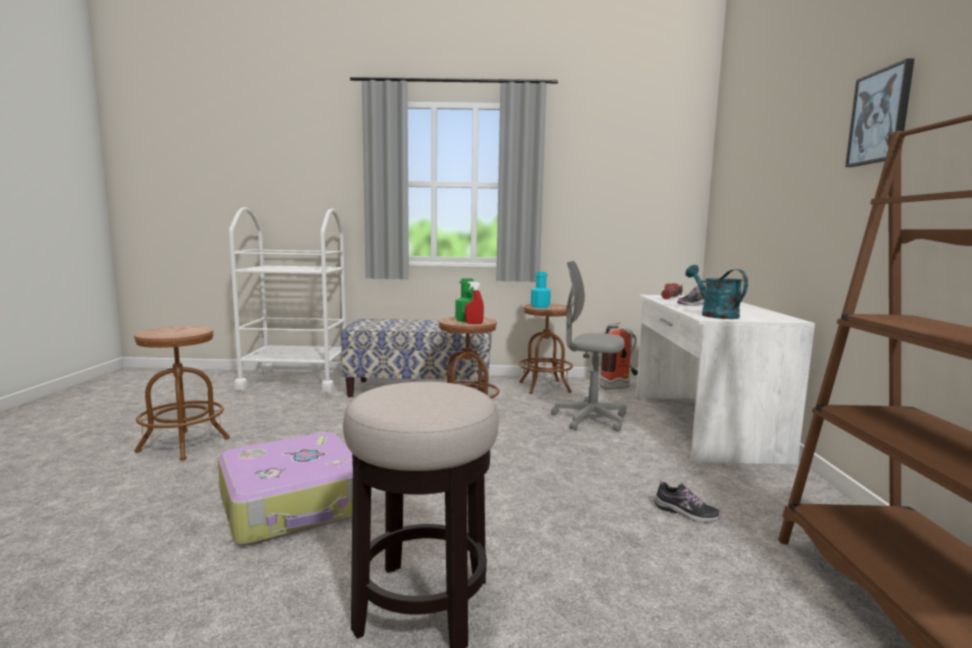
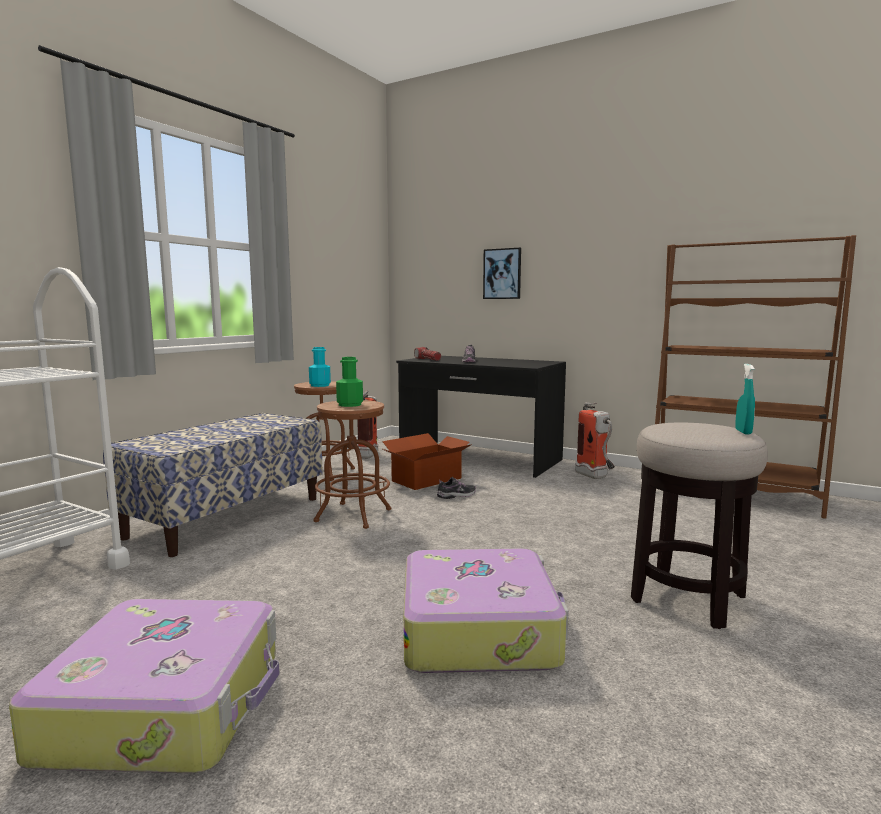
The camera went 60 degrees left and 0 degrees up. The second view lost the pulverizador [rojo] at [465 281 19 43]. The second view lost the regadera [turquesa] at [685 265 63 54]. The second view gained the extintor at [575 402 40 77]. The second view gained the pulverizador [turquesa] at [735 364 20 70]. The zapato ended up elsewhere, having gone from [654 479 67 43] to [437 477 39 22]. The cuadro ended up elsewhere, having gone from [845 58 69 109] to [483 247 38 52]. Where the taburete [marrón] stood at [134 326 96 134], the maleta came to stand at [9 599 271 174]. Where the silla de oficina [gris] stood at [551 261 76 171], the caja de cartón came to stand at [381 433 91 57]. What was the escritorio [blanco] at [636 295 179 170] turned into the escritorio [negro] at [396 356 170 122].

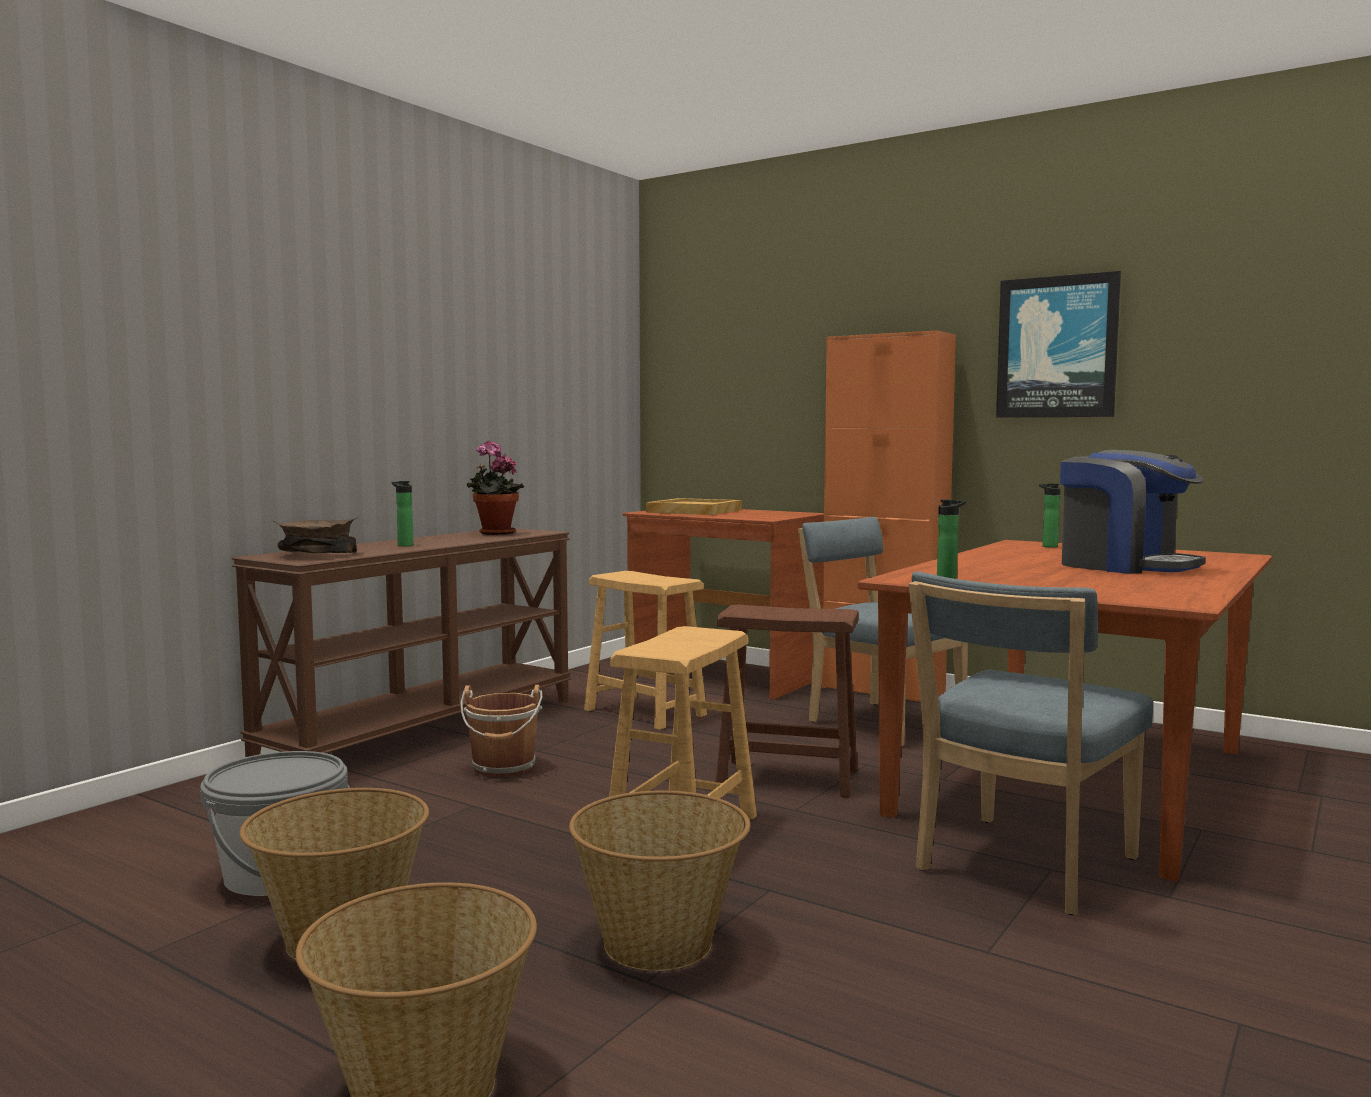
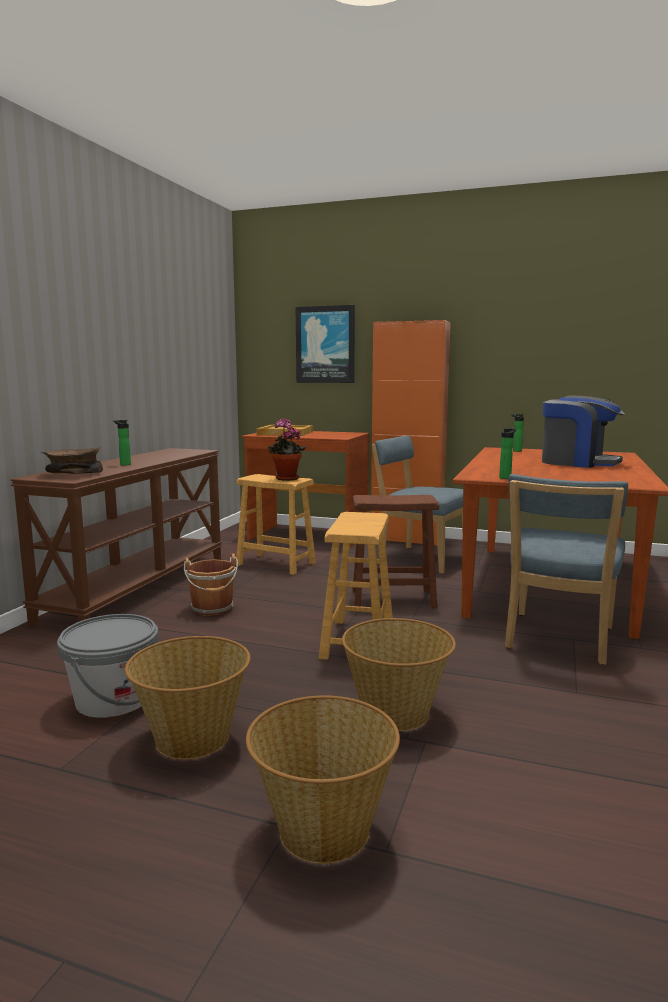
The camera went 15 degrees left and 5 degrees up. The planta en maceta ended up elsewhere, having gone from [467 440 57 95] to [268 418 38 63]. The cuadro ended up elsewhere, having gone from [996 271 125 147] to [296 305 59 78].

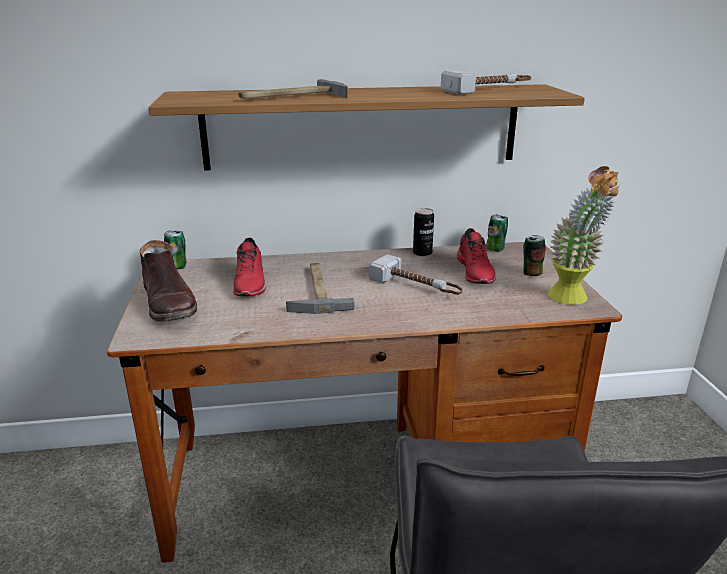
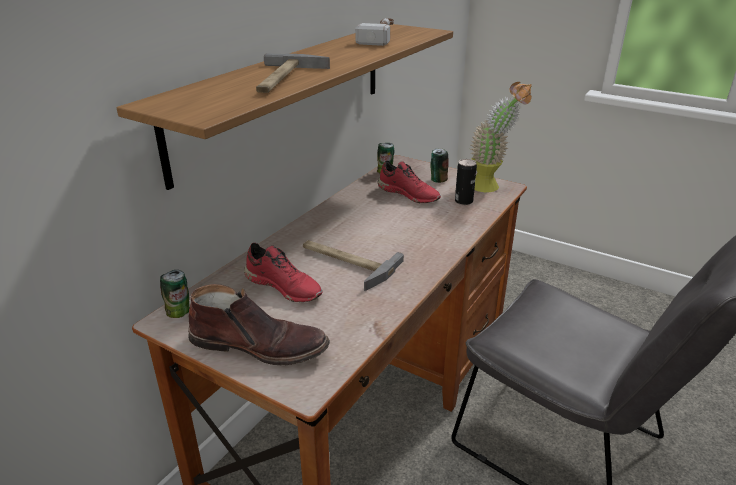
The camera went 50 degrees left and 5 degrees up. The second view lost the martillo at [369 254 94 41]. The lata ended up elsewhere, having gone from [413 208 21 49] to [455 159 22 46].

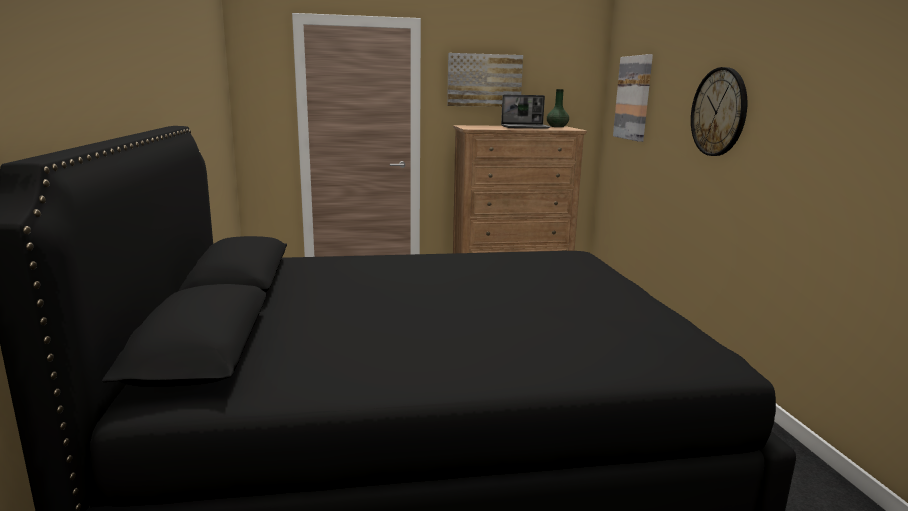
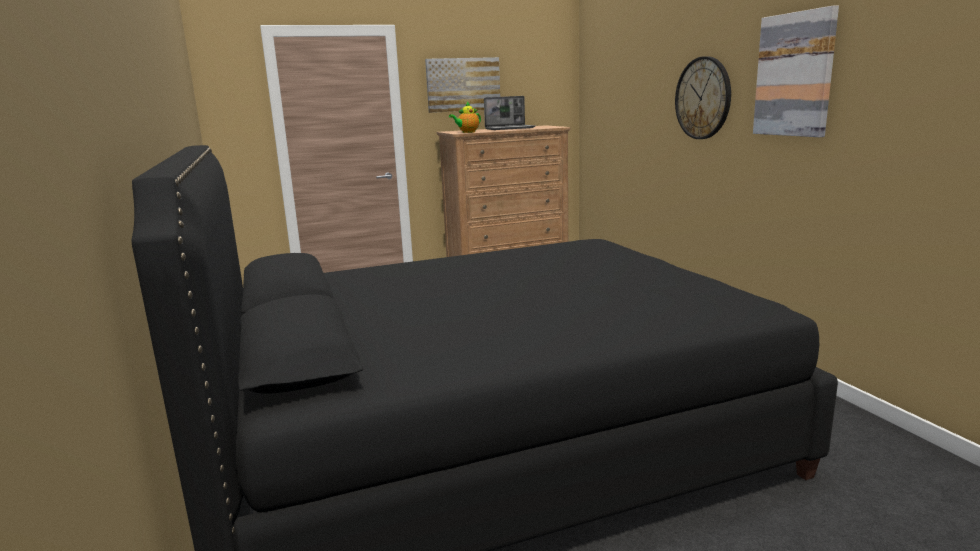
The camera went 10 degrees left and 0 degrees up. The second view lost the florero [verde] at [547 89 22 38]. The second view gained the tetera at [449 102 32 31]. The cuadro ended up elsewhere, having gone from [613 54 40 88] to [753 5 86 132].

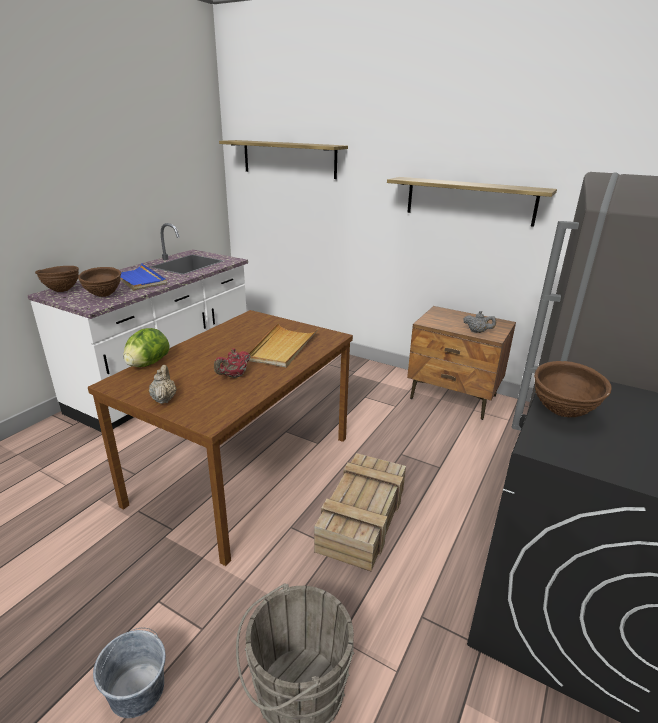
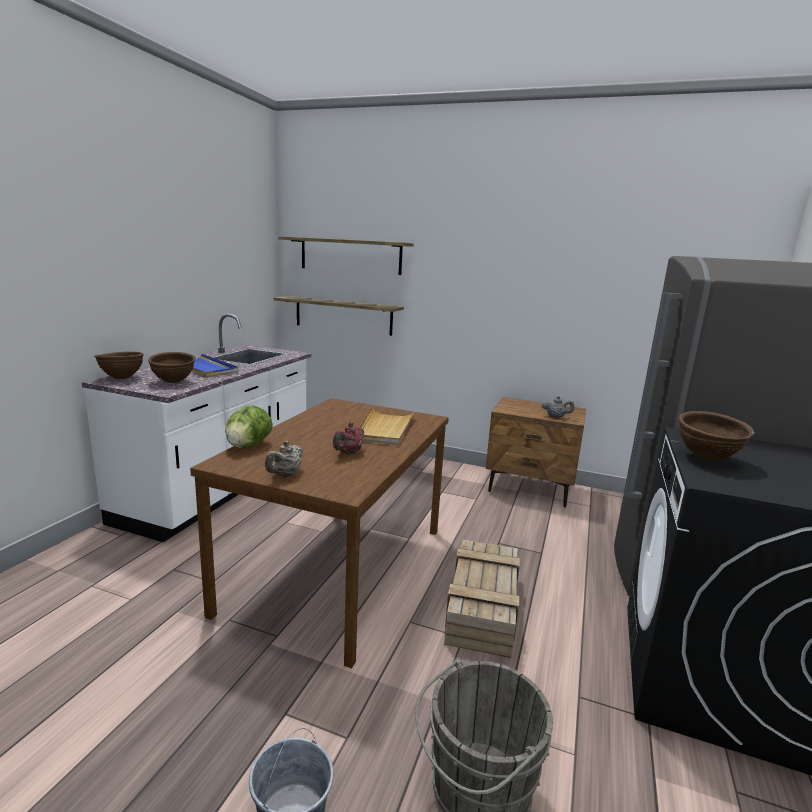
The camera went 10 degrees left and 10 degrees down. The estante ended up elsewhere, having gone from [387 177 170 50] to [274 296 130 40]. The tetera [beis] at [149 365 28 39] ended up facing another way, 135 degrees counterclockwise from before.

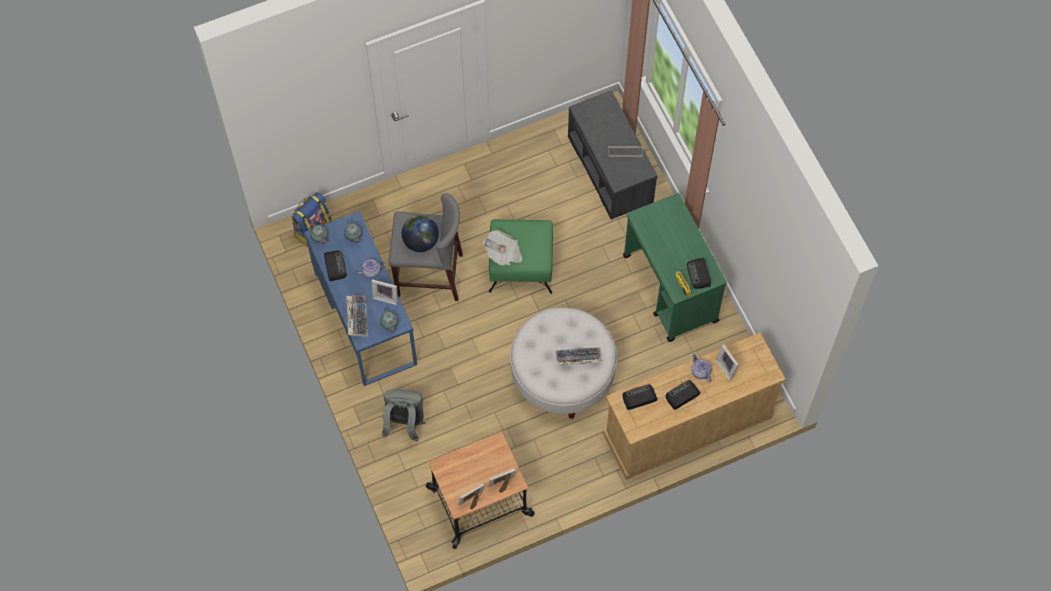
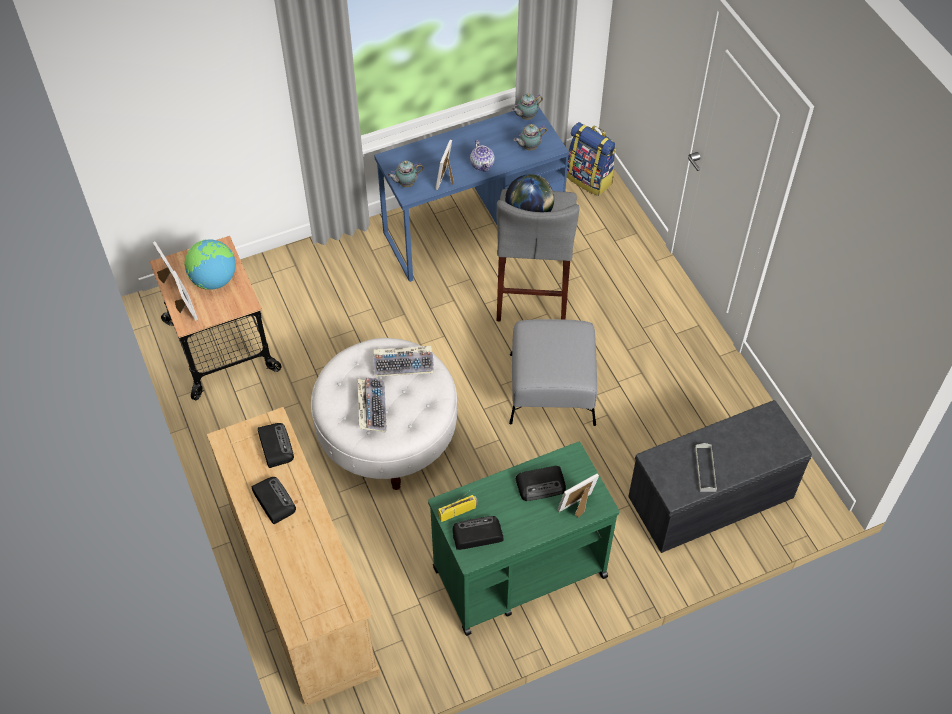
The camera went 90 degrees right and 10 degrees down. The second view lost the mochila [gris] at [382 388 43 54]. The second view lost the periódico at [483 230 39 36]. The second view lost the tetera at [691 353 20 29]. The second view gained the globo terráqueo at [185 240 51 50]. The radio ended up elsewhere, having gone from [324 251 23 30] to [516 466 50 35]. The teclado ended up elsewhere, having gone from [346 295 22 42] to [373 346 61 31]. The portarretratos ended up elsewhere, having gone from [715 344 24 36] to [558 474 41 44]. What was the puf [verde] at [489 219 64 75] turned into the puf [gris] at [509 319 88 107].

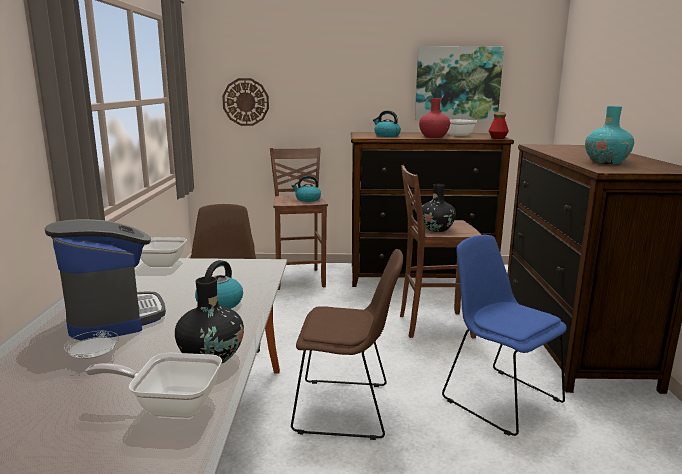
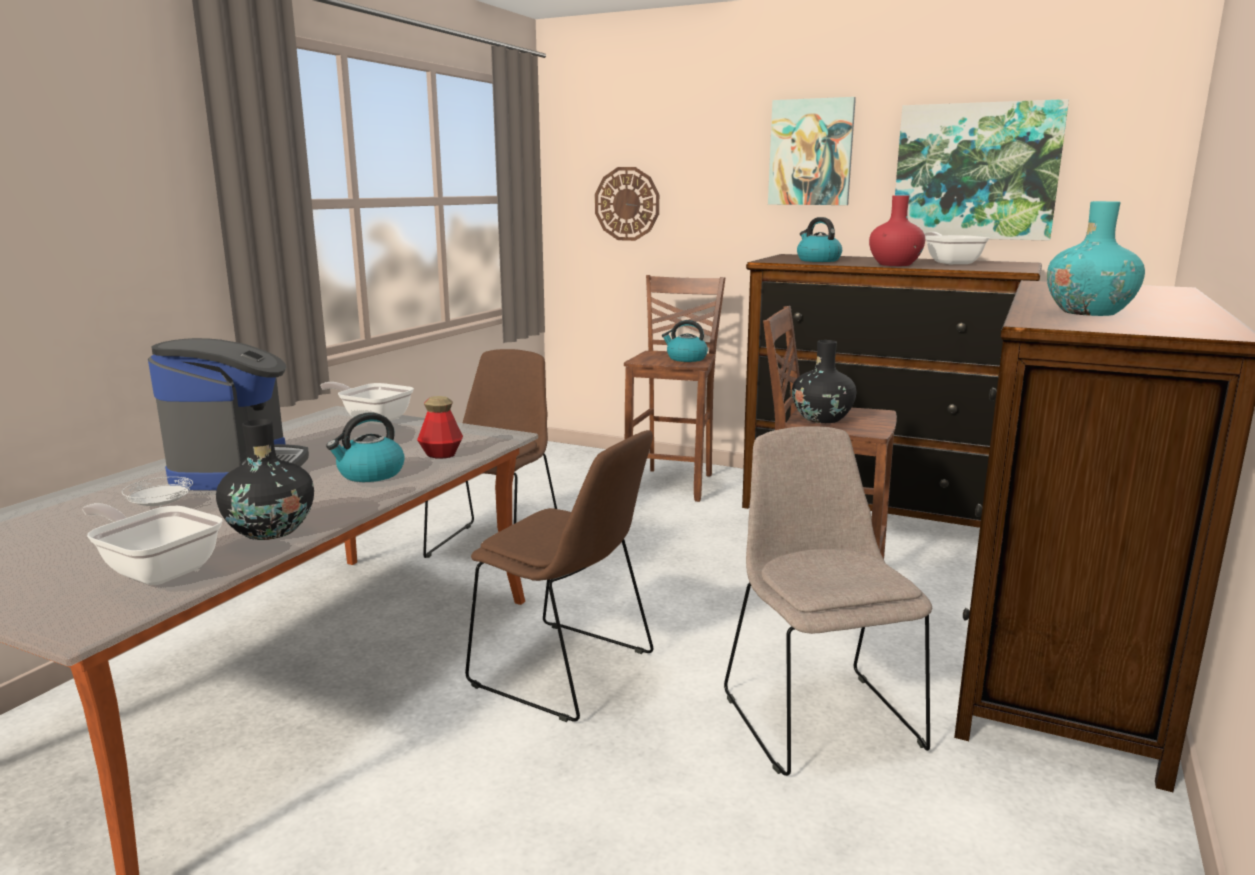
The camera went 25 degrees right and 0 degrees up. The second view gained the cuadro at [768 97 88 108]. The botella ended up elsewhere, having gone from [488 112 21 27] to [417 396 46 62]. What was the silla [azul] at [442 235 125 201] turned into the silla [beis] at [724 426 208 350].

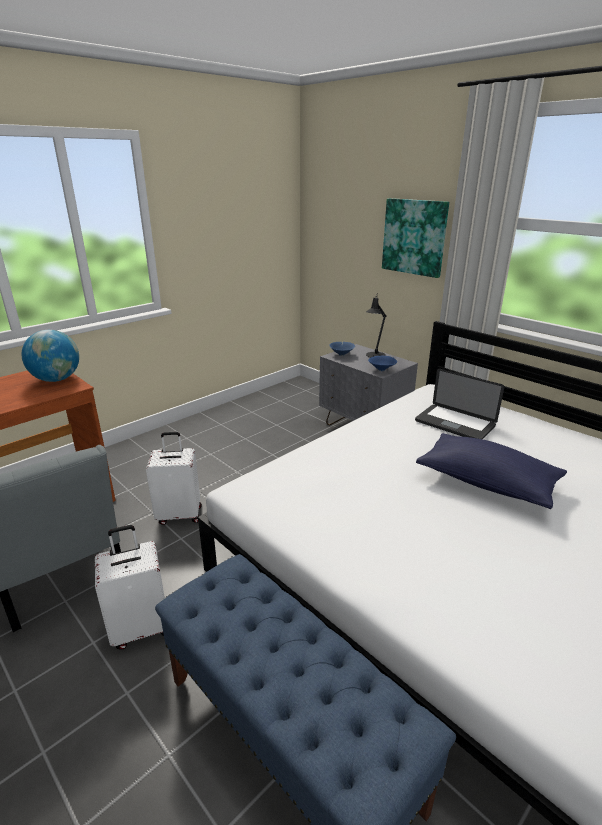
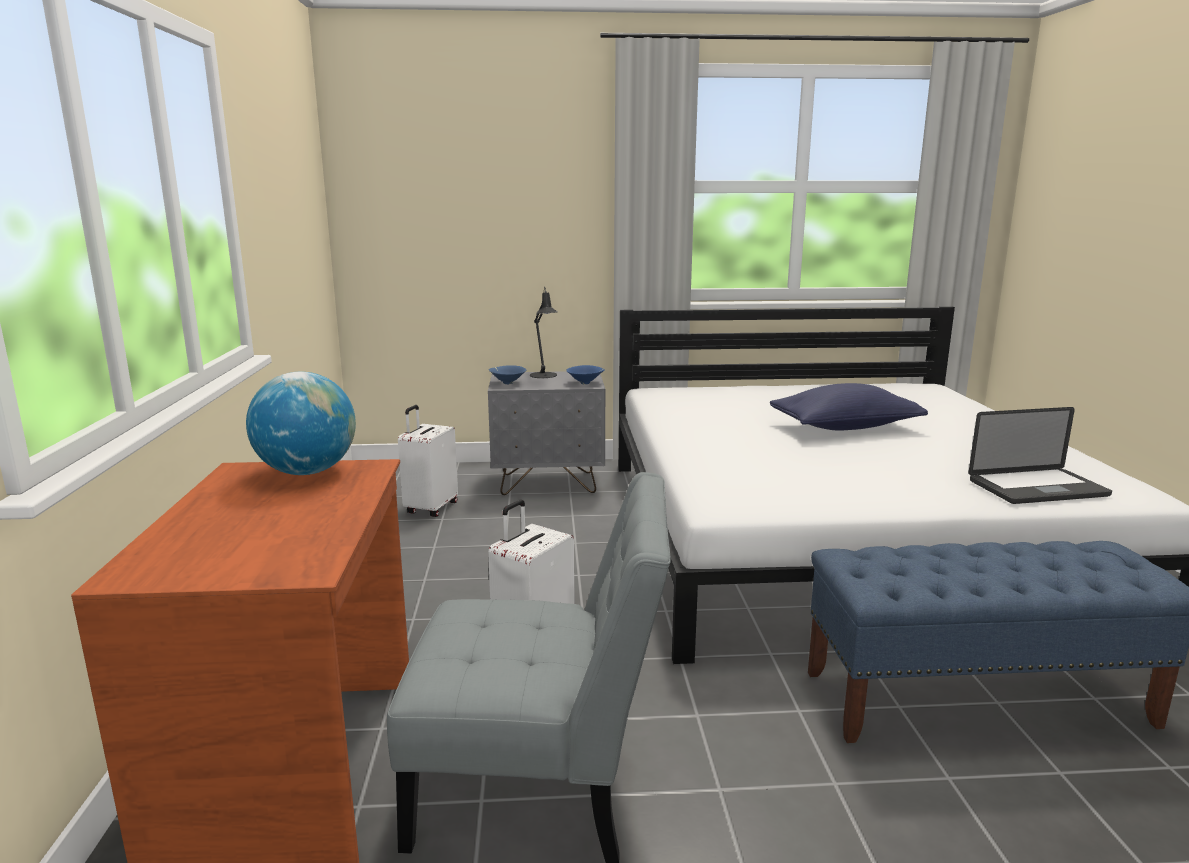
The camera went 50 degrees left and 10 degrees down. The second view lost the cuadro at [382 198 67 80]. The maleta [blanco] ended up elsewhere, having gone from [95 525 70 124] to [398 405 60 112]. The portátil ended up elsewhere, having gone from [415 369 89 70] to [969 407 143 97].

